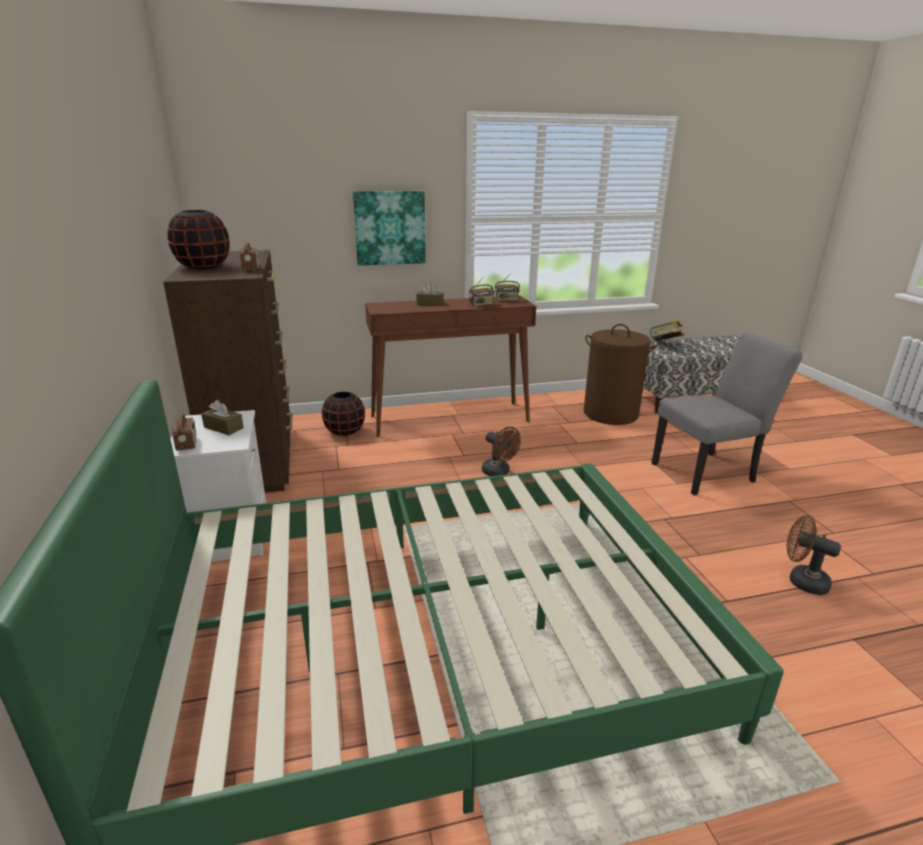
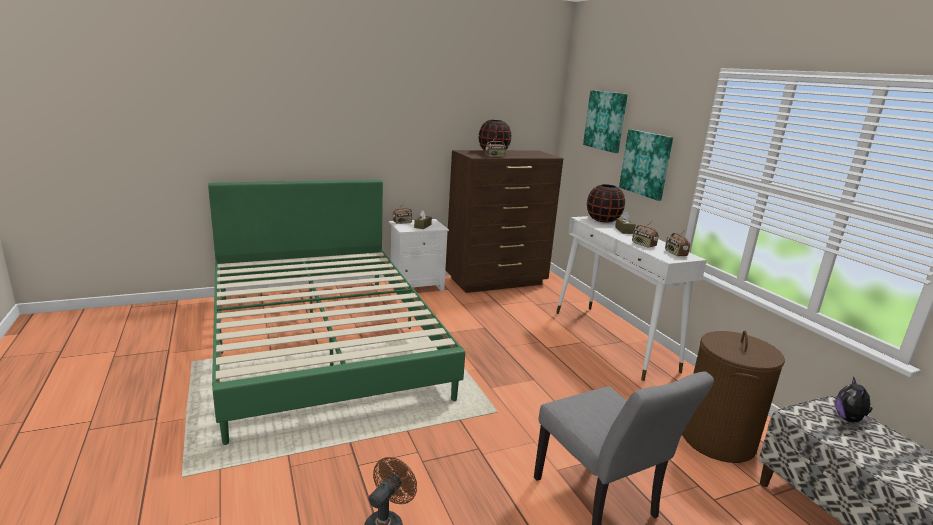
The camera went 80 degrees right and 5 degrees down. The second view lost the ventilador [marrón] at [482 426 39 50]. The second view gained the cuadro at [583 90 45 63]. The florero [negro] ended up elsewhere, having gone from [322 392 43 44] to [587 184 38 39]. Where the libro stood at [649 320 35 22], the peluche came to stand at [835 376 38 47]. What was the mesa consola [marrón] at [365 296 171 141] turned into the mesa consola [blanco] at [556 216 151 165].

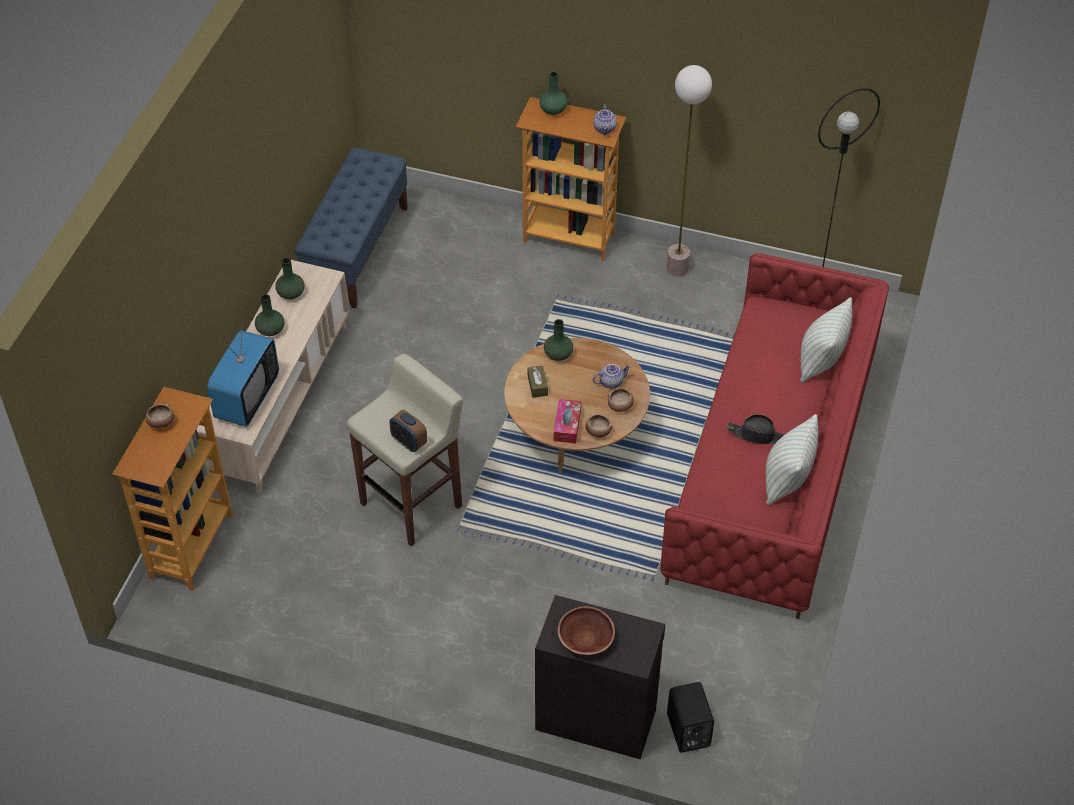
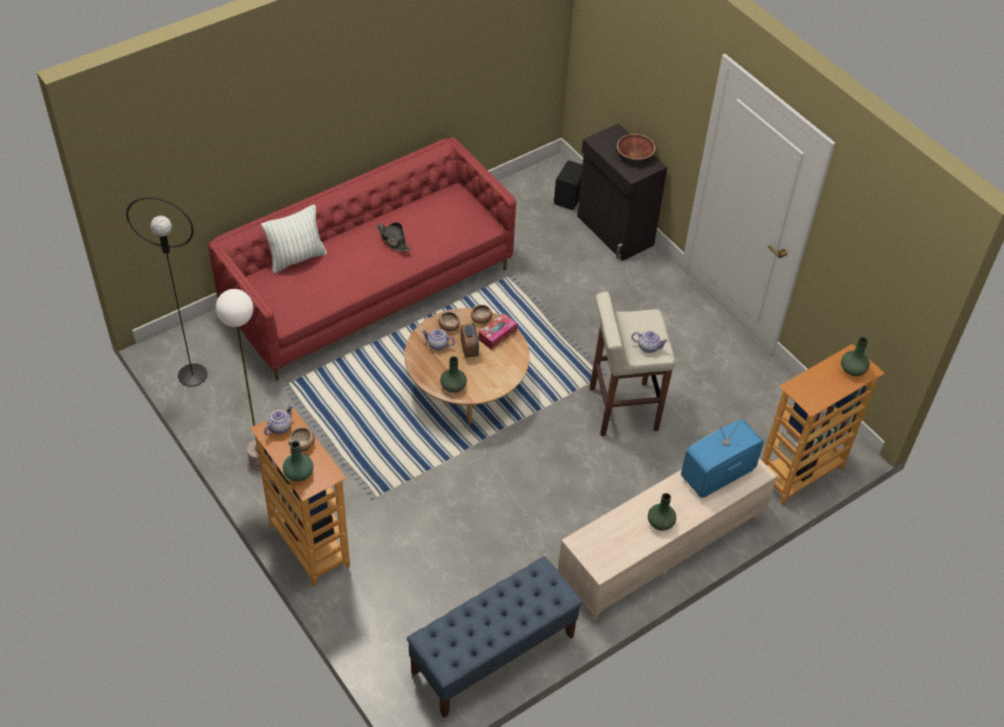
The camera went 145 degrees left and 0 degrees up. The second view lost the caja de pañuelos [marrón] at [528 366 20 32]. The second view lost the cojín at [766 414 52 91]. The second view gained the tetera at [632 331 36 22]. The cuenco ended up elsewhere, having gone from [146 404 28 25] to [288 427 27 25]. The florero [verde] ended up elsewhere, having gone from [275 258 30 41] to [841 337 29 39]. The despertador ended up elsewhere, having gone from [390 410 37 42] to [461 324 18 34].

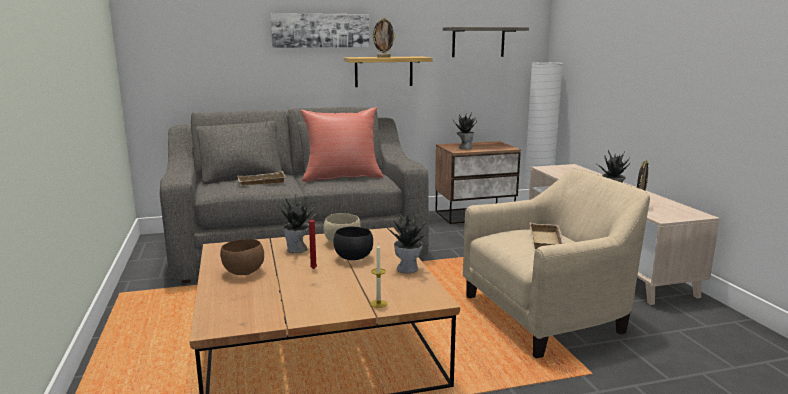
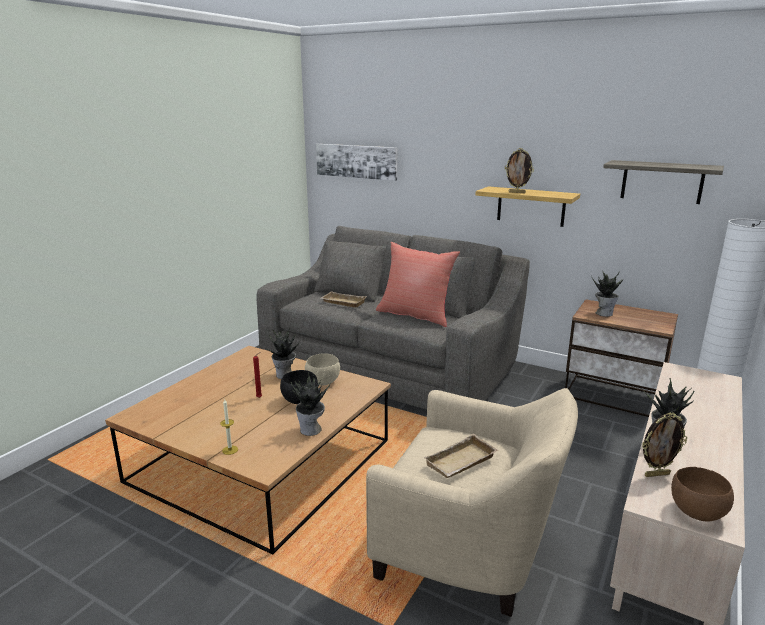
The camera went 45 degrees right and 5 degrees up. The cuenco [marrón] ended up elsewhere, having gone from [220 239 44 36] to [671 467 63 55]. The cuadro ended up elsewhere, having gone from [270 13 99 35] to [316 144 81 37].

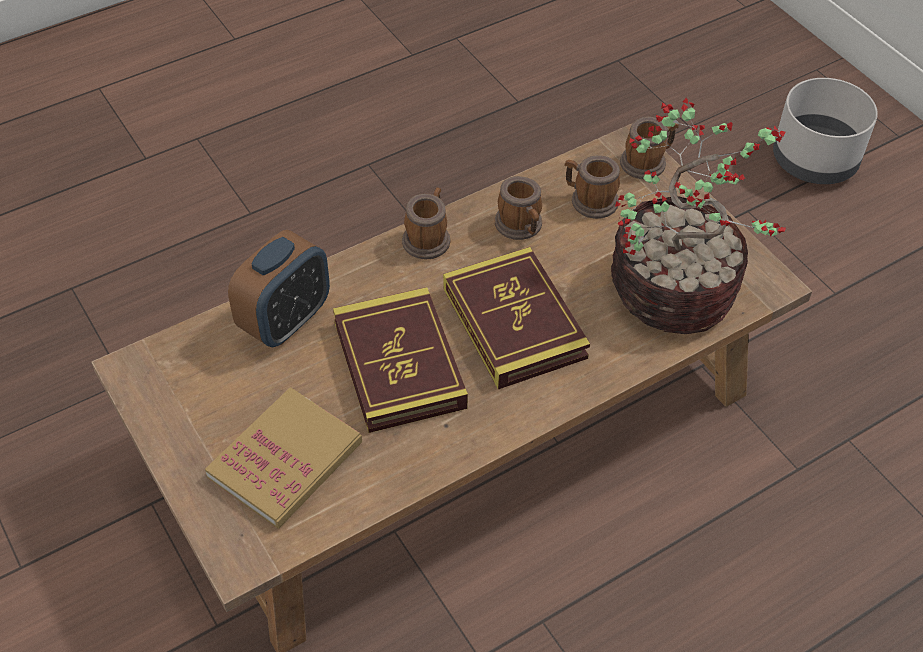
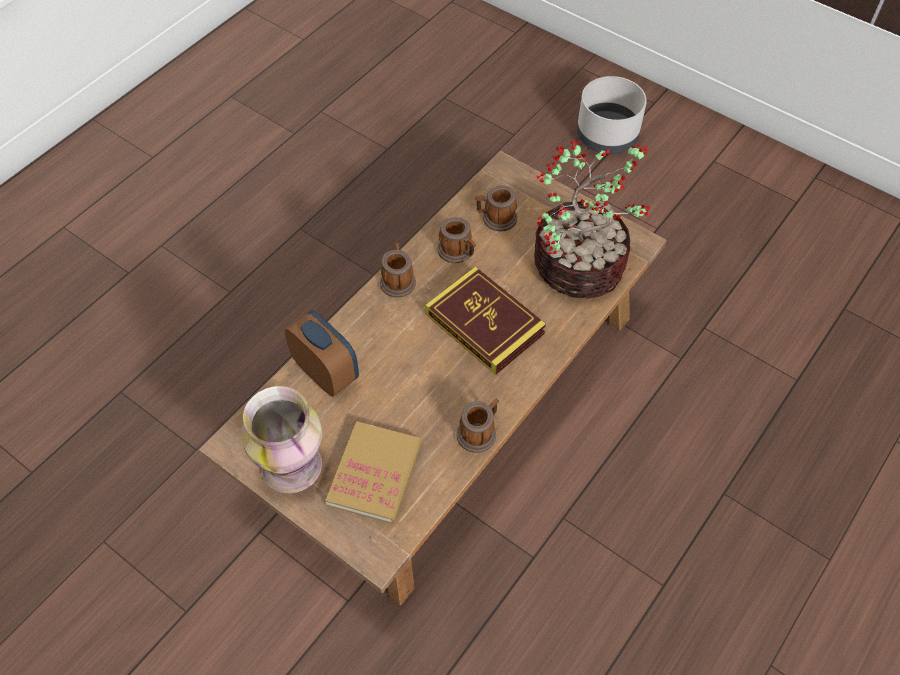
The camera went 20 degrees left and 5 degrees up. The second view lost the libro at [333 287 135 146]. The second view gained the florero at [242 386 80 107]. The taza grande ended up elsewhere, having gone from [620 116 59 63] to [457 399 42 54]. The despertador at [228 230 102 117] ended up facing another way, 60 degrees counterclockwise from before.

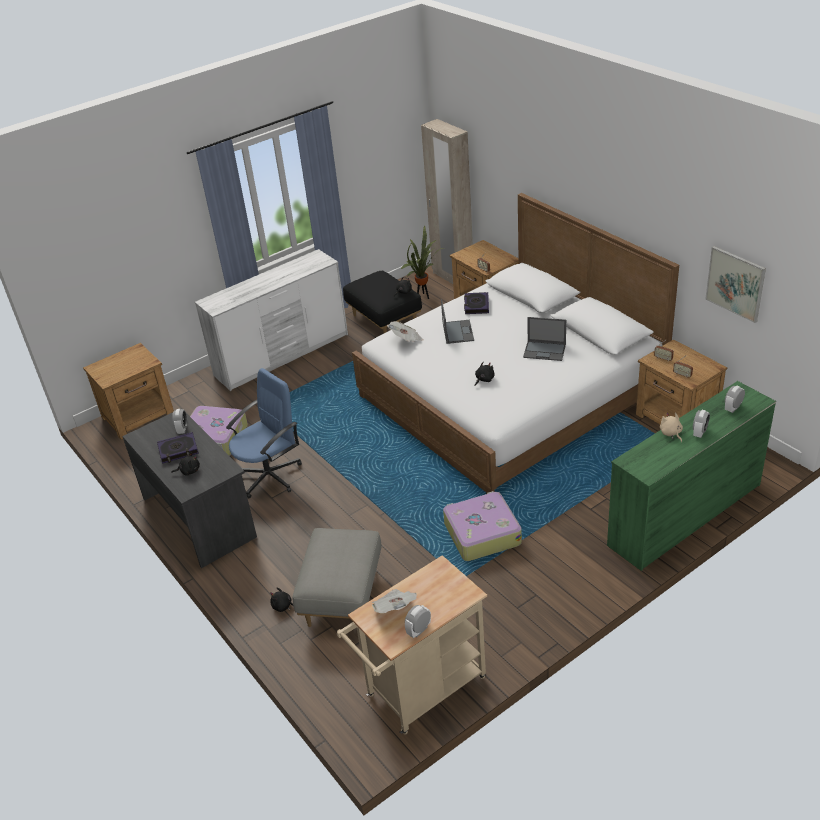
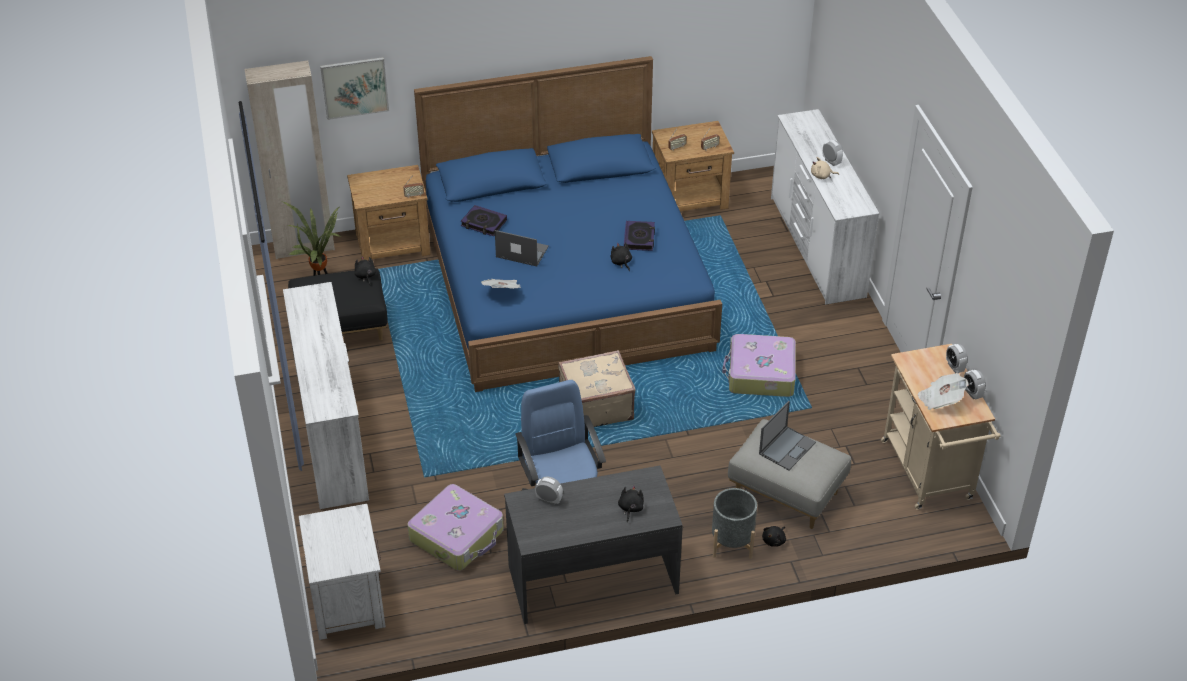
The camera went 70 degrees left and 5 degrees up. The second view gained the maleta [beis] at [558 350 78 77]. The second view gained the maceta [gris] at [712 488 45 71]. The libro ended up elsewhere, having gone from [157 432 42 32] to [624 221 31 30]. The portátil ended up elsewhere, having gone from [523 317 43 44] to [759 401 57 69]. The cuadro ended up elsewhere, having gone from [705 246 61 77] to [320 57 69 63]. The despertador ended up elsewhere, having gone from [725 386 20 27] to [946 344 22 29]. What was the mesita de noche [marrón] at [83 343 91 97] turned into the mesita de noche [blanco] at [299 504 87 136]. What was the cama [blanco] at [352 193 327 301] turned into the cama [azul] at [414 56 308 336]. What was the cómoda [verde] at [607 381 169 190] turned into the cómoda [blanco] at [771 109 108 195].

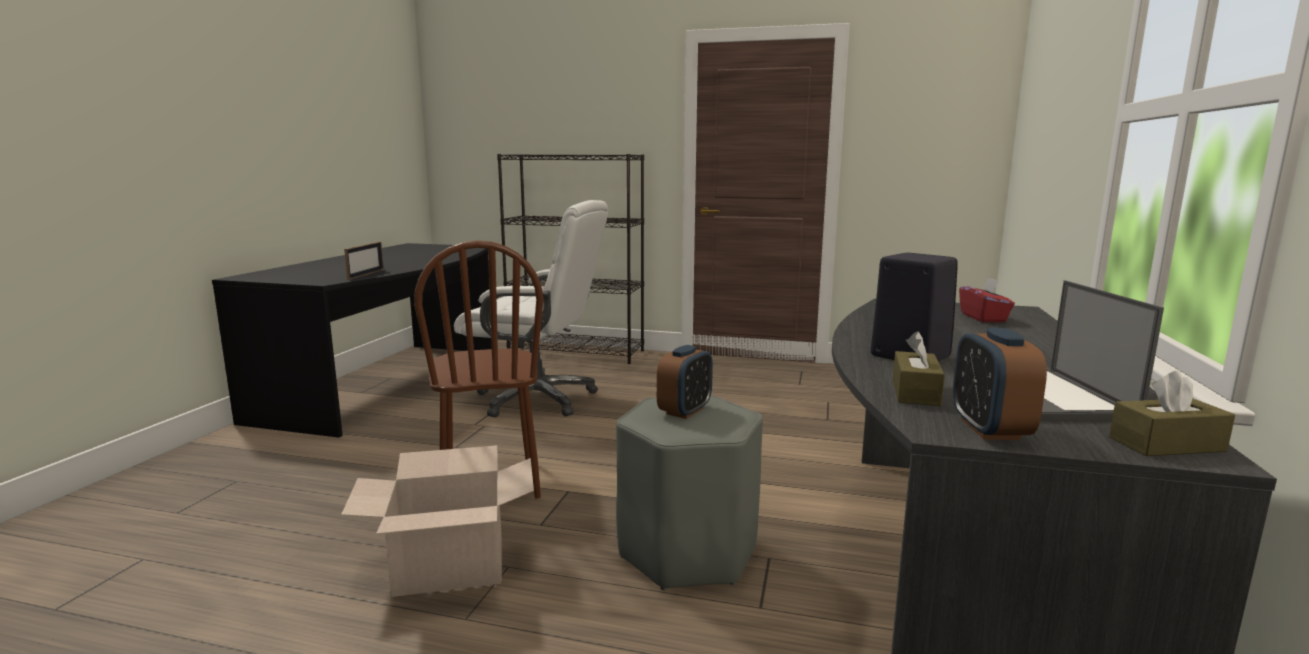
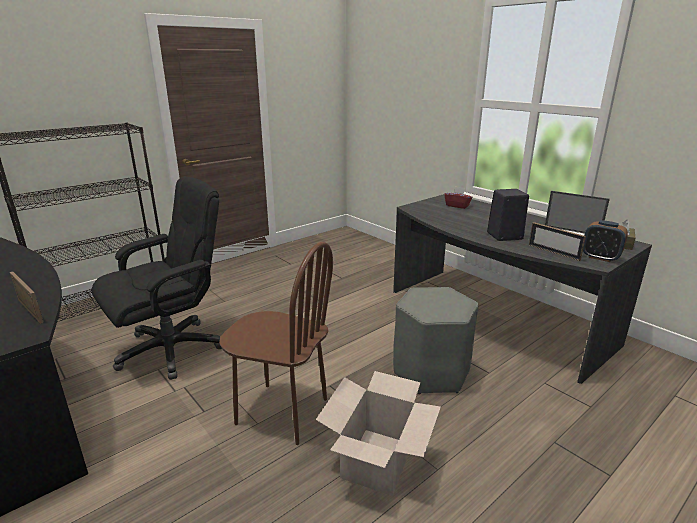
The camera went 55 degrees left and 10 degrees up. The second view lost the despertador at [657 345 56 74]. Where the caja de pañuelos [marrón] stood at [893 331 52 75], the portarretratos came to stand at [529 222 57 39]. What was the silla de oficina [blanco] at [454 200 154 217] turned into the silla de oficina [negro] at [92 176 130 204].

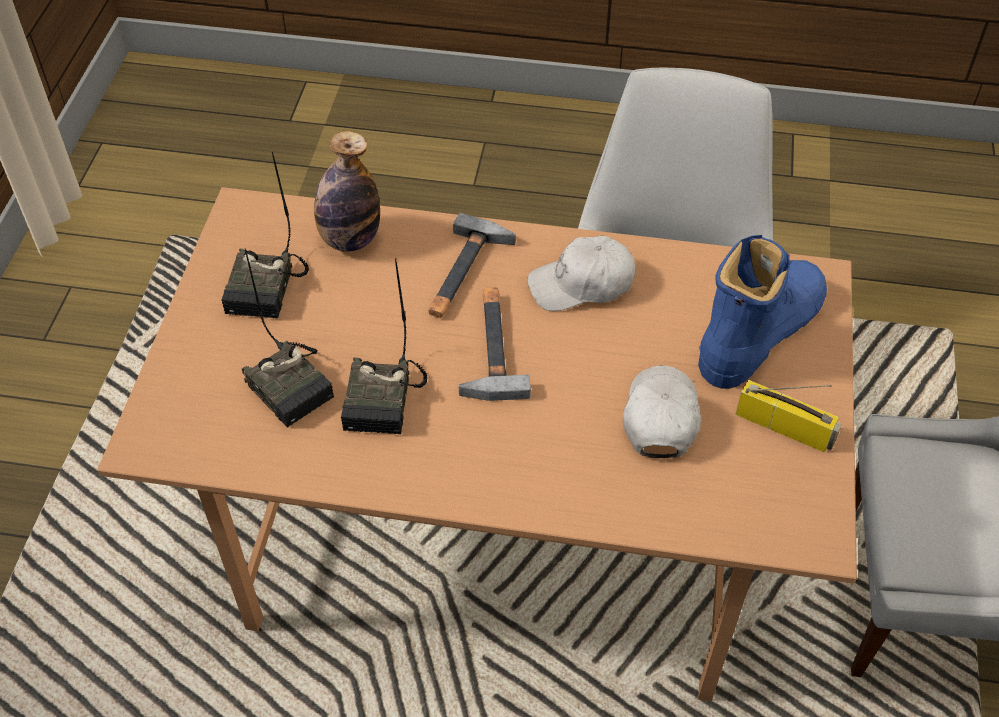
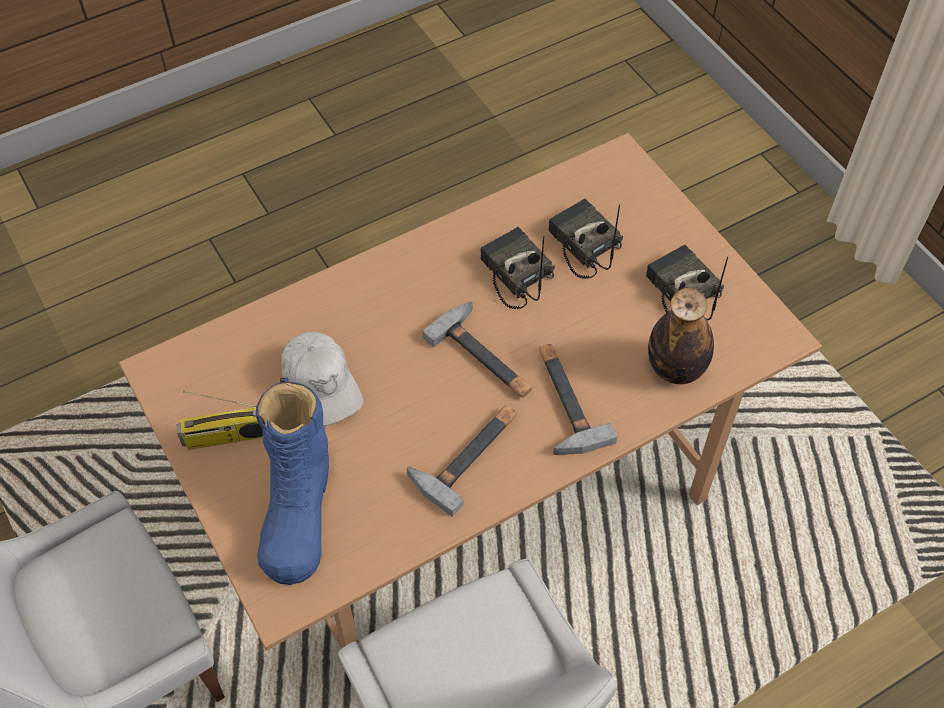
The camera went 140 degrees right and 5 degrees up. Where the gorra [blanco] stood at [528 236 107 75], the martillo came to stand at [407 405 110 112]. The radio at [242 249 92 179] ended up facing another way, 45 degrees clockwise from before.

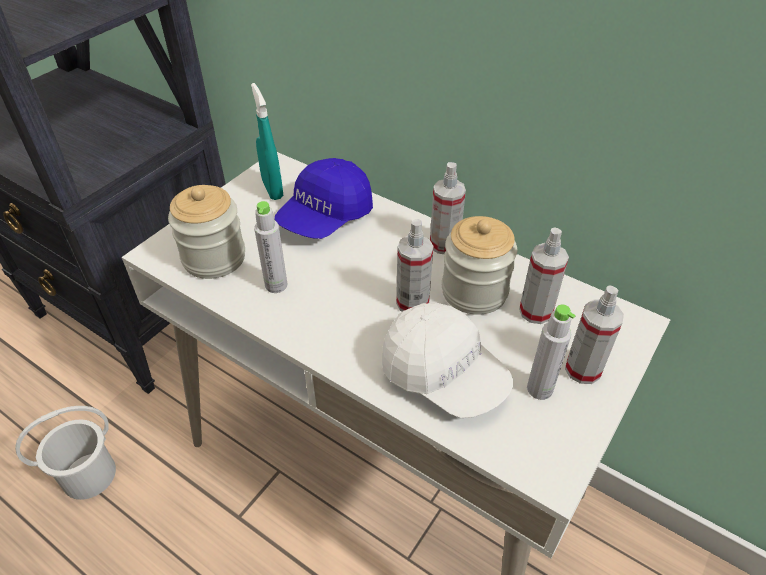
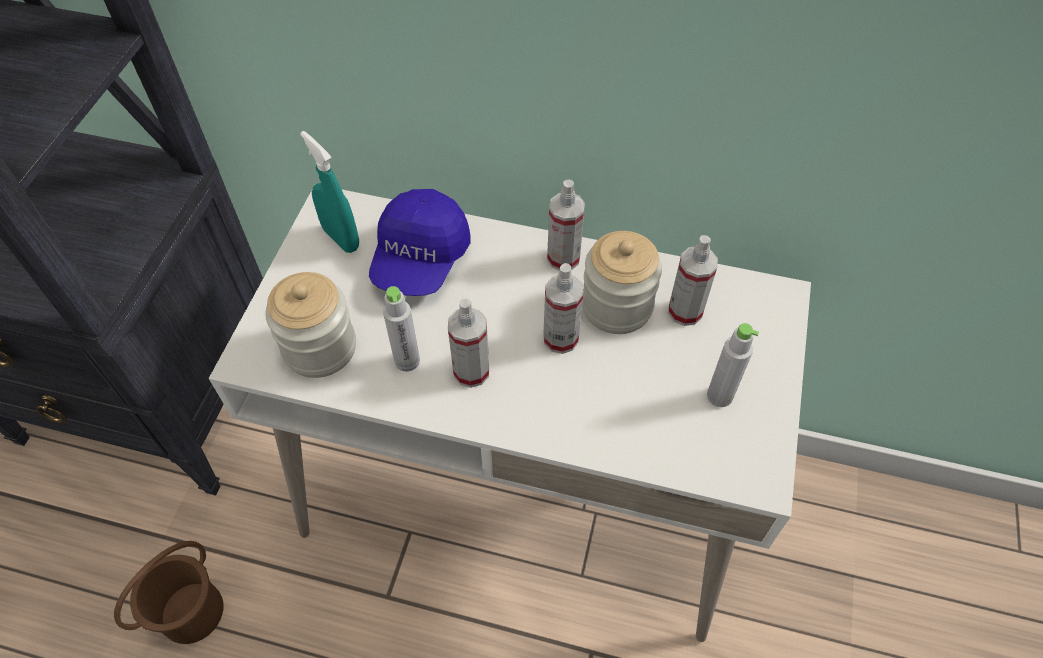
The camera went 20 degrees left and 10 degrees up. The second view lost the gorra [blanco] at [382 303 131 115]. The pulverizador ended up elsewhere, having gone from [565 286 59 98] to [448 299 41 89]. What was the cubo [blanco] at [15 406 101 94] turned into the cubo [marrón] at [114 541 110 103].

